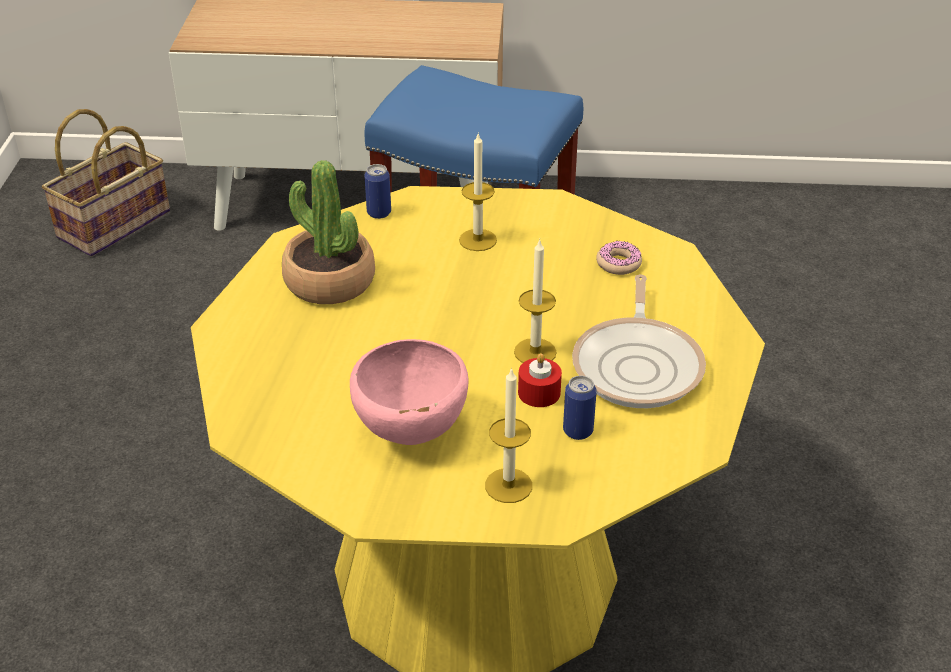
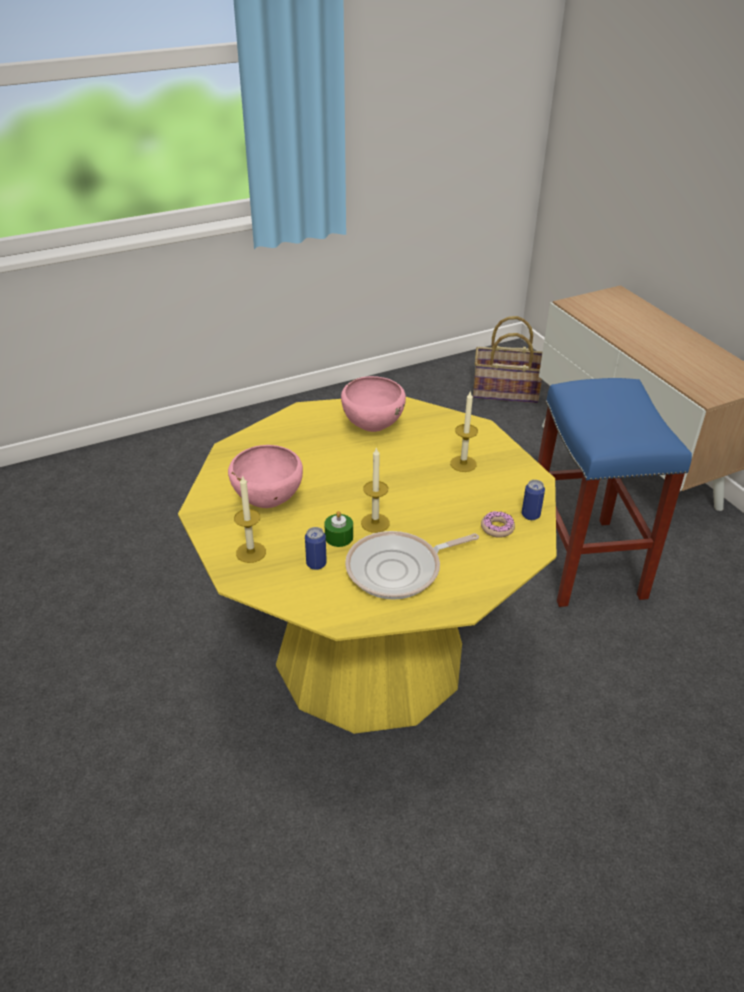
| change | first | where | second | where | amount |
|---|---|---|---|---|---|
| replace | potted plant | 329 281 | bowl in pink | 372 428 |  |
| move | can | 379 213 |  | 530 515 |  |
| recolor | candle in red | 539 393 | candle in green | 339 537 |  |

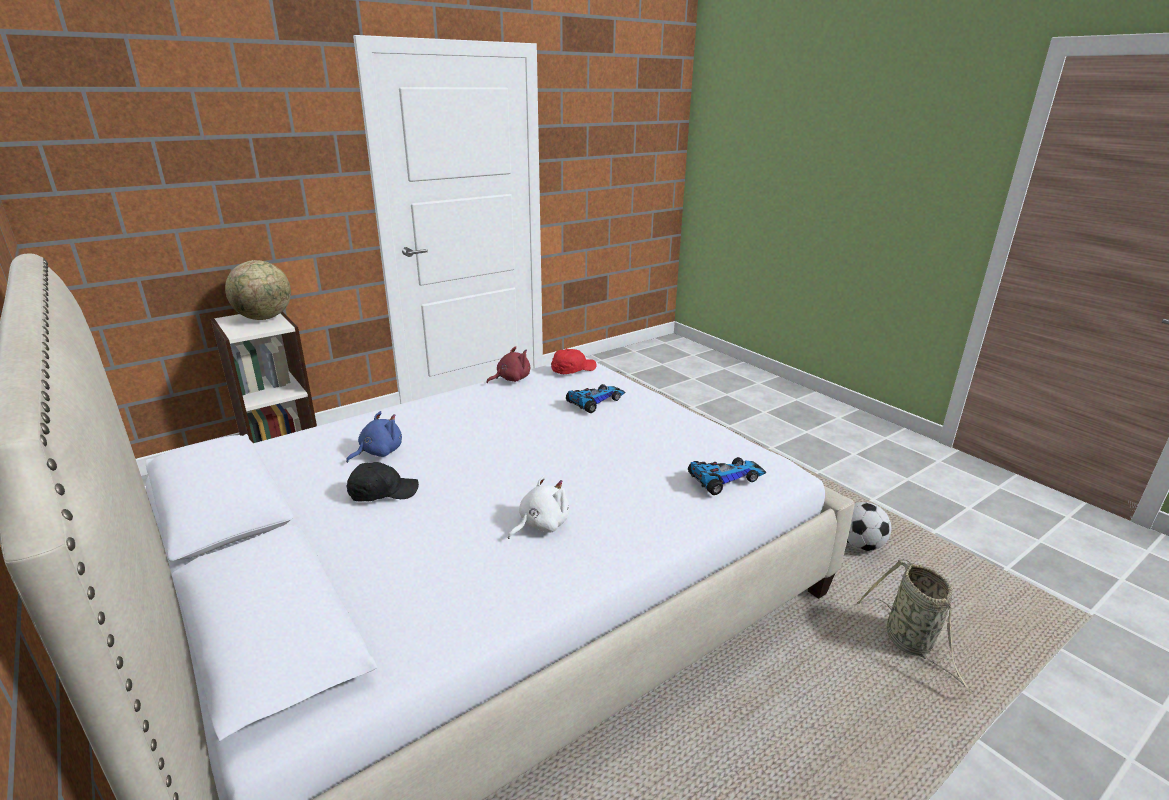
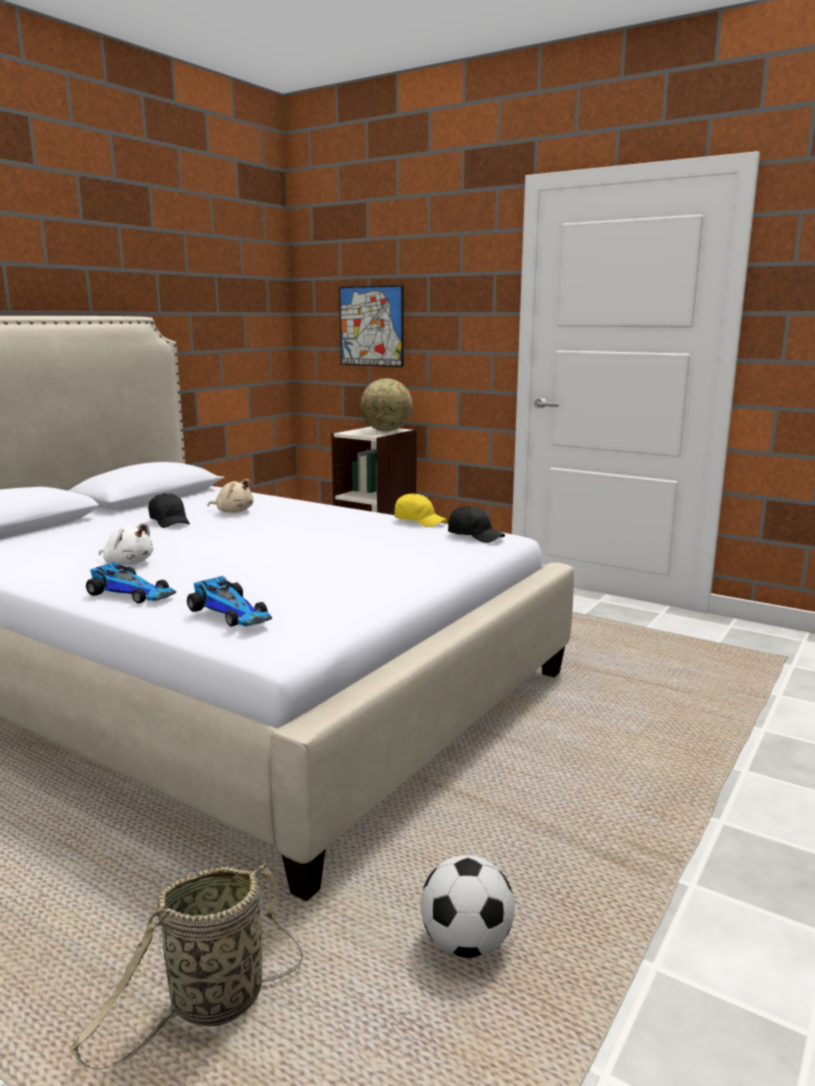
| change | first | where | second | where | amount |
|---|---|---|---|---|---|
| recolor | plush toy in blue | 378 452 | plush toy in beige | 233 511 |  |
| replace | plush toy in red | 511 379 | cap in yellow | 419 521 |  |
| recolor | cap in red | 572 370 | cap in black | 475 536 |  |
| move | toy car | 595 401 |  | 133 593 |  |
| insert |  |  | picture | 371 326 |  |

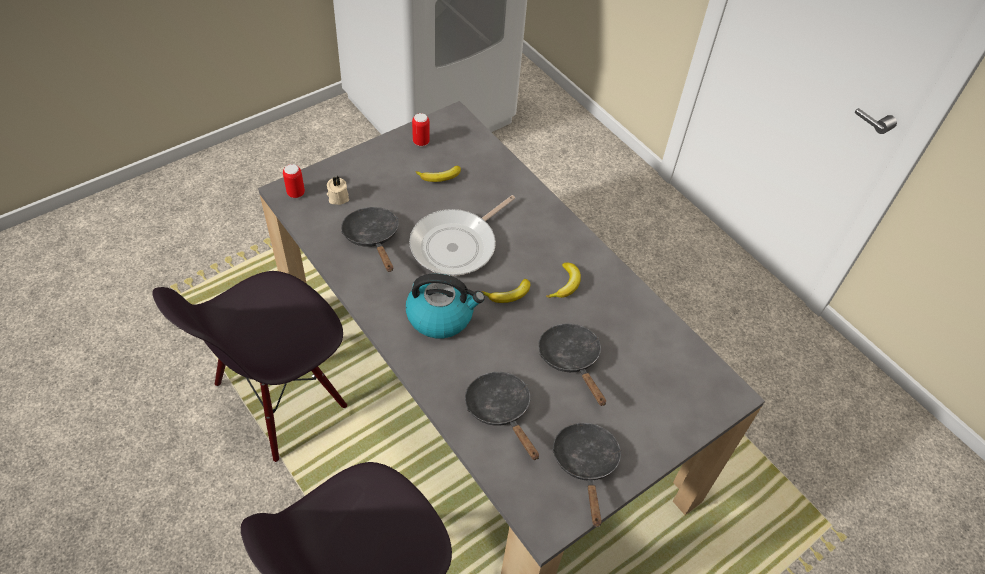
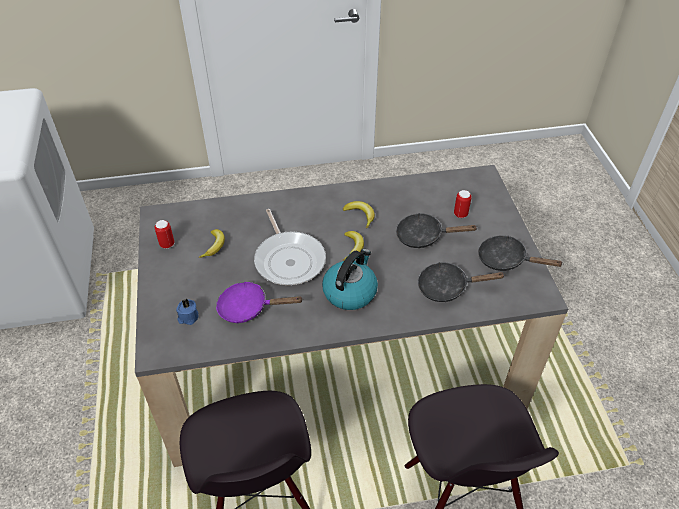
| change | first | where | second | where | amount |
|---|---|---|---|---|---|
| move | can | 296 193 |  | 460 214 |  |
| recolor | candle in beige | 337 197 | candle in blue | 188 317 |  |
| recolor | frying pan in black | 373 238 | frying pan in purple | 248 308 |  |

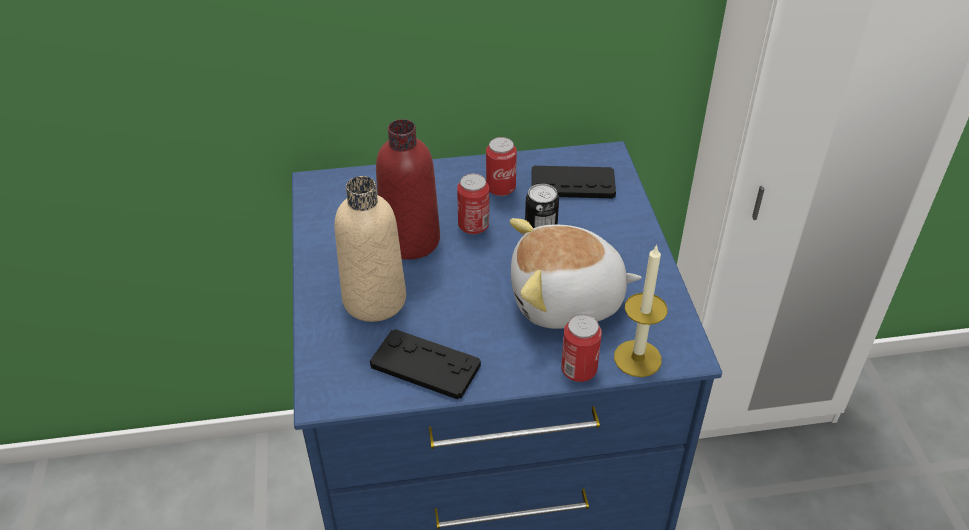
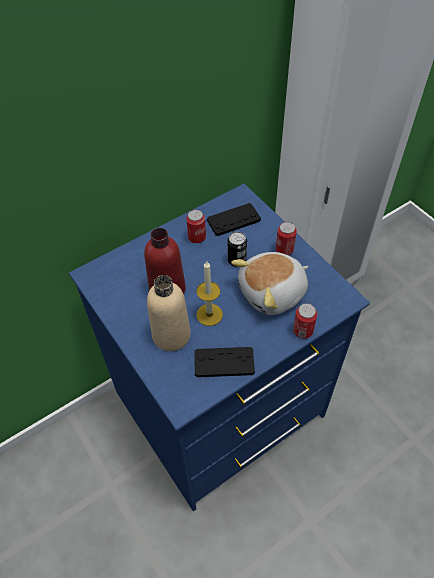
| change | first | where | second | where | amount |
|---|---|---|---|---|---|
| move | can | 473 226 |  | 284 250 |  |
| move | candle | 637 358 |  | 209 314 |  |

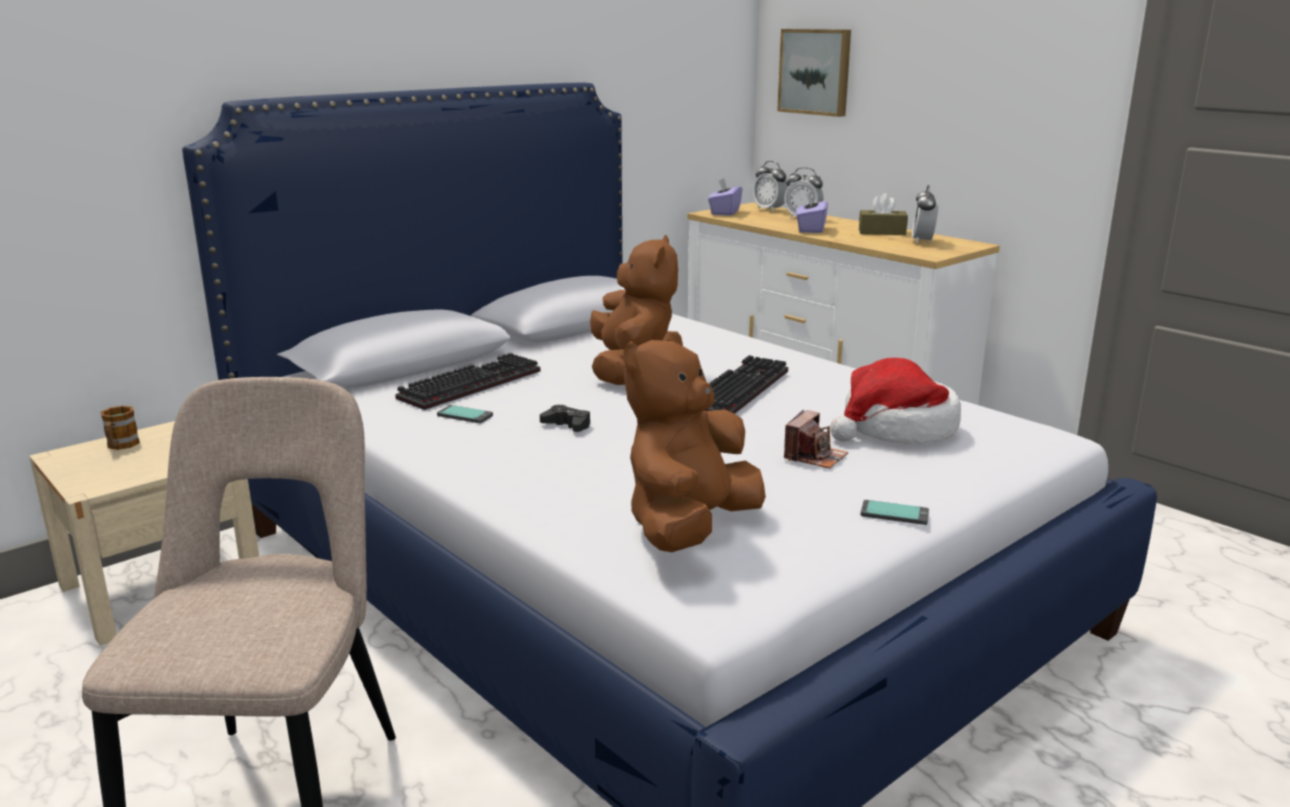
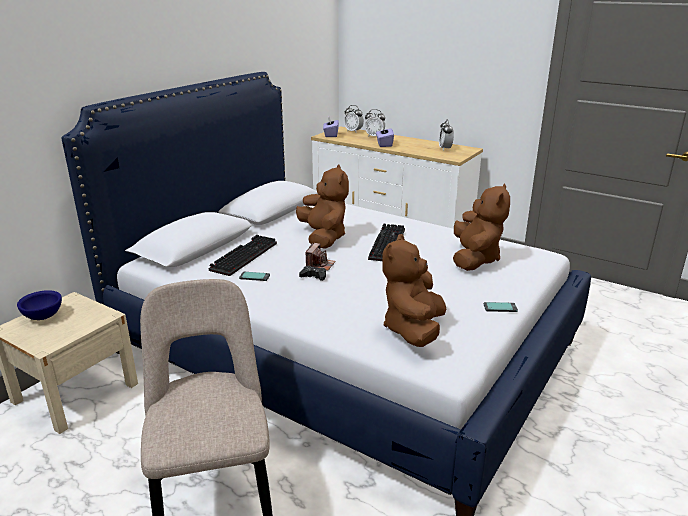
| change | first | where | second | where | amount |
|---|---|---|---|---|---|
| replace | mug | 121 446 | bowl in blue | 44 317 |  |
| delete | picture | 816 71 |  |  |  |
| move | photo camera | 814 457 |  | 320 265 |  |
| replace | hat | 896 429 | plush toy in brown | 475 259 |  |
| delete | tissue box in brown | 882 232 |  |  |  |

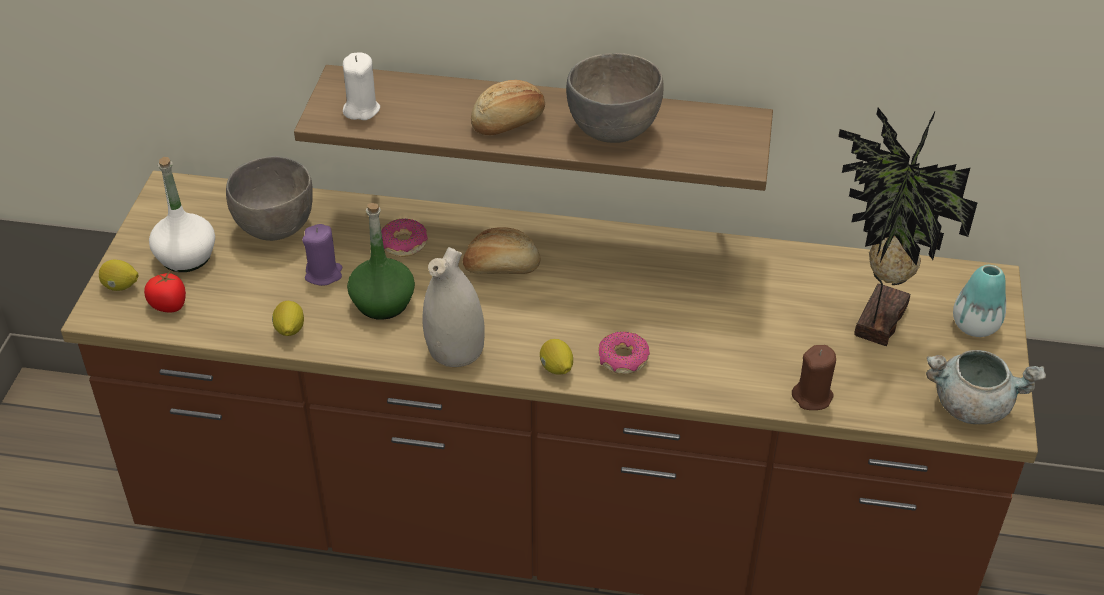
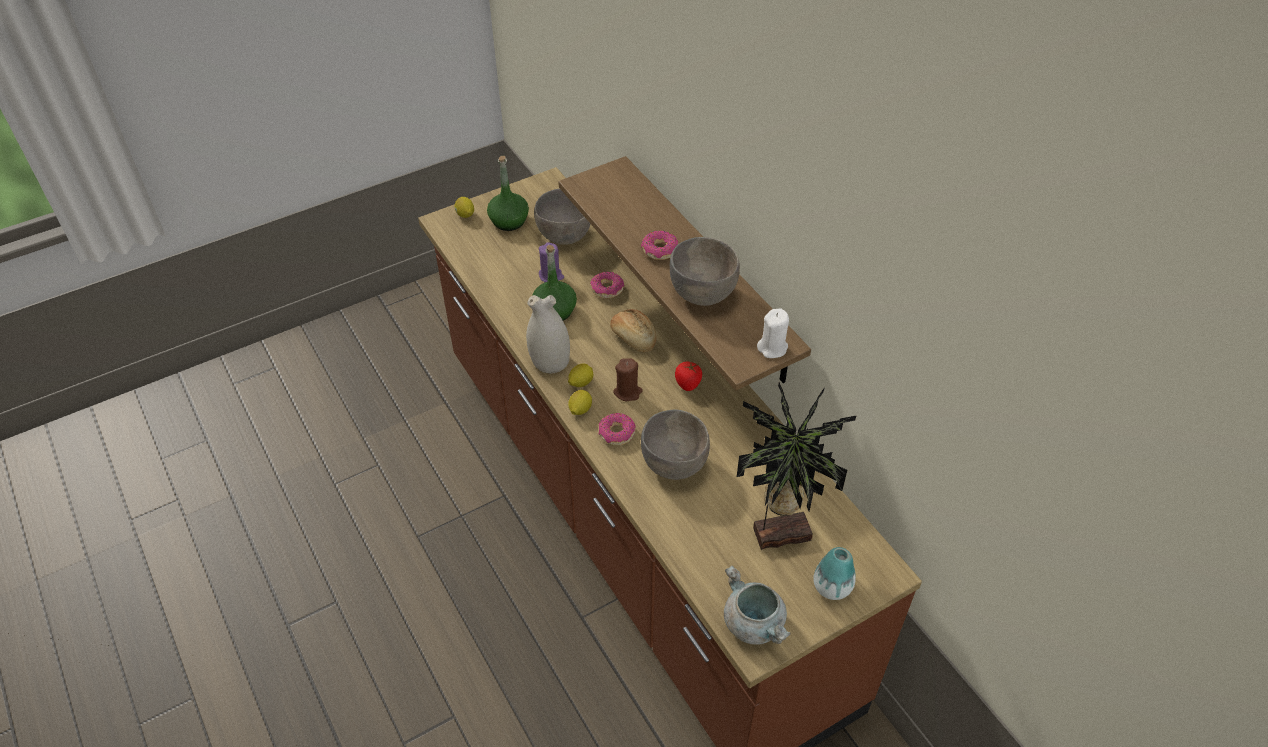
| change | first | where | second | where | amount |
|---|---|---|---|---|---|
| move | tomato | 169 305 |  | 688 383 |  |
| recolor | bottle in white | 186 257 | bottle in green | 509 221 |  |
| move | lemon | 289 330 |  | 580 383 |  |
| move | candle in white | 361 109 |  | 772 348 |  |
| replace | bread | 509 122 | donut | 659 250 |  |
| move | candle in brown | 812 397 |  | 627 392 |  |
| insert |  |  | bowl in grey | 674 465 |  |

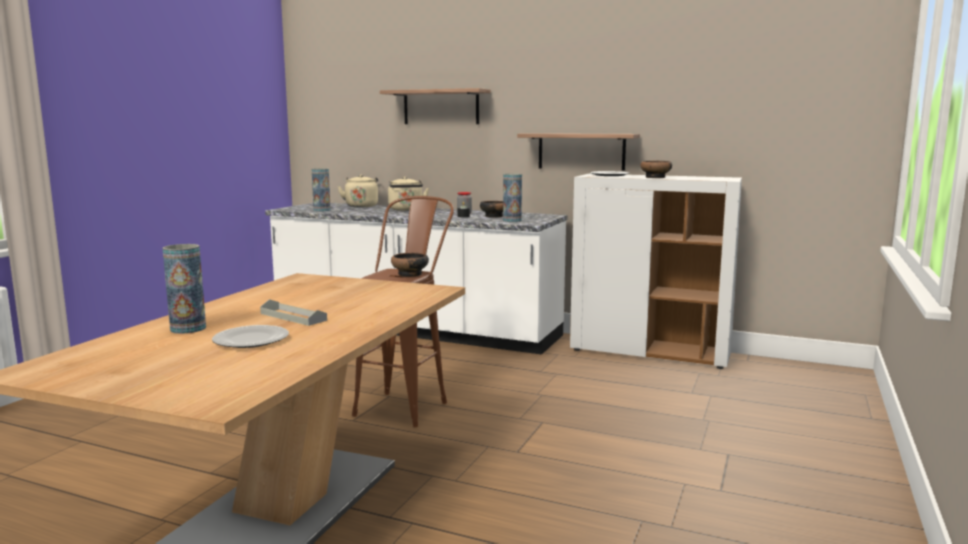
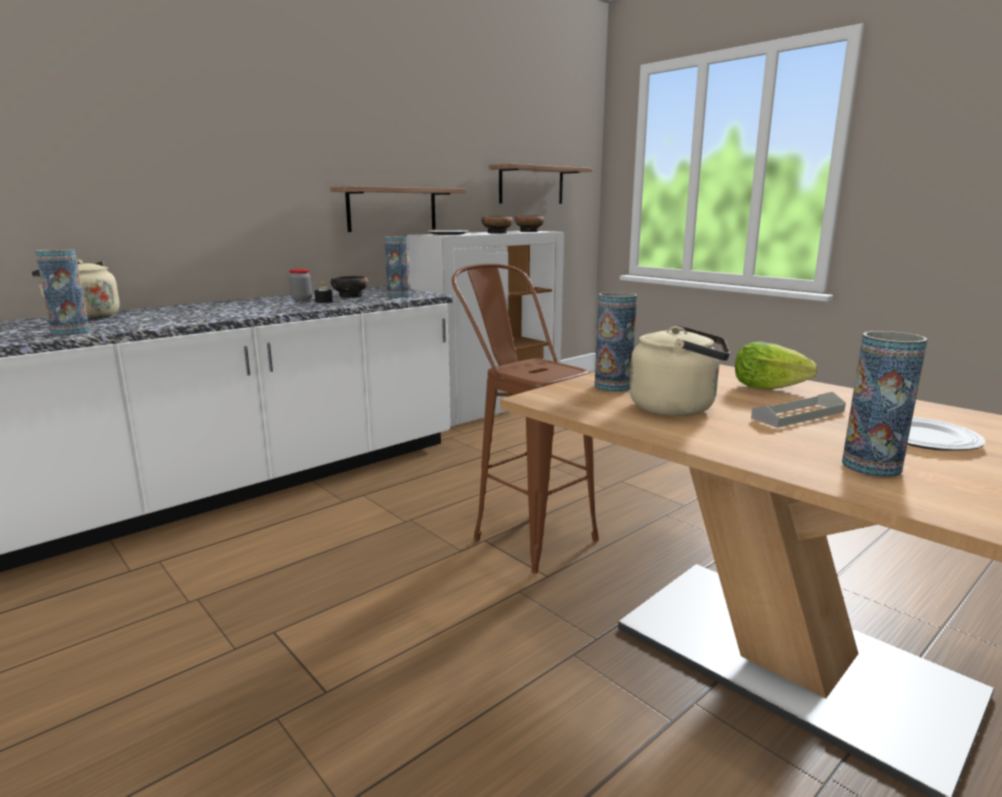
| change | first | where | second | where | amount |
|---|---|---|---|---|---|
| move | shelf | 441 107 |  | 531 185 |  |
| move | kettle in beige | 406 210 |  | 677 408 |  |
| move | bowl | 410 274 |  | 529 231 |  |
| insert |  |  | vase | 613 386 |  |
| insert |  |  | lettuce | 767 387 |  |

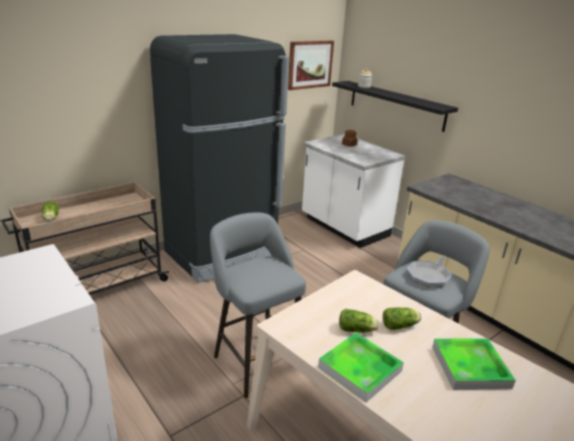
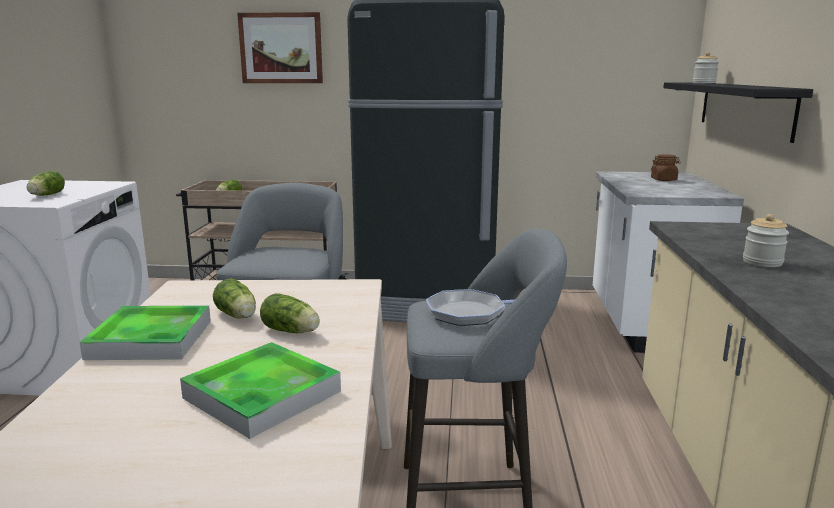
| change | first | where | second | where | amount |
|---|---|---|---|---|---|
| move | picture | 310 64 |  | 281 48 |  |
| insert |  |  | lettuce | 45 195 |  |
| insert |  |  | jar | 762 262 |  |

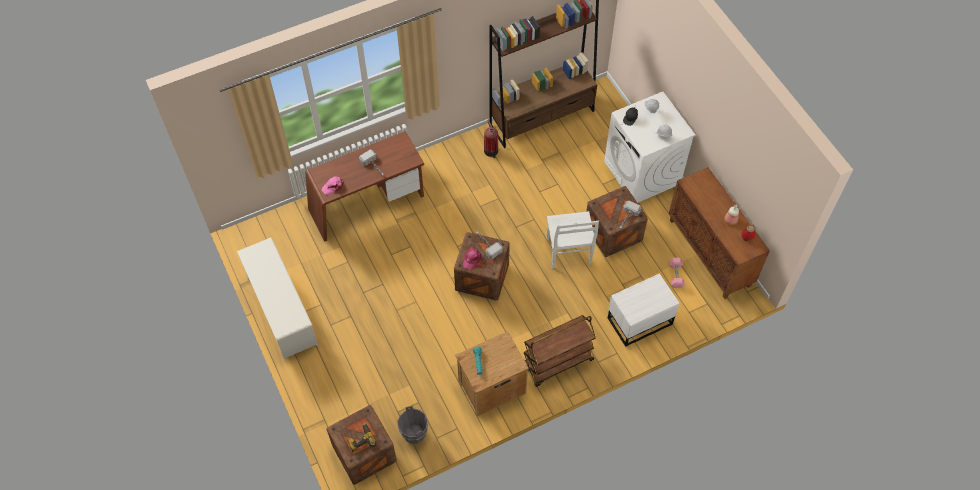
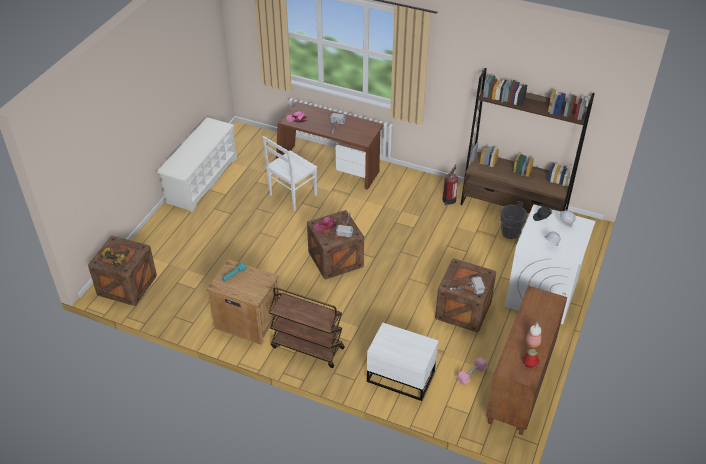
| change | first | where | second | where | amount |
|---|---|---|---|---|---|
| move | bucket in grey | 414 434 |  | 510 233 |  |
| move | chair in white | 568 253 |  | 292 196 |  |

